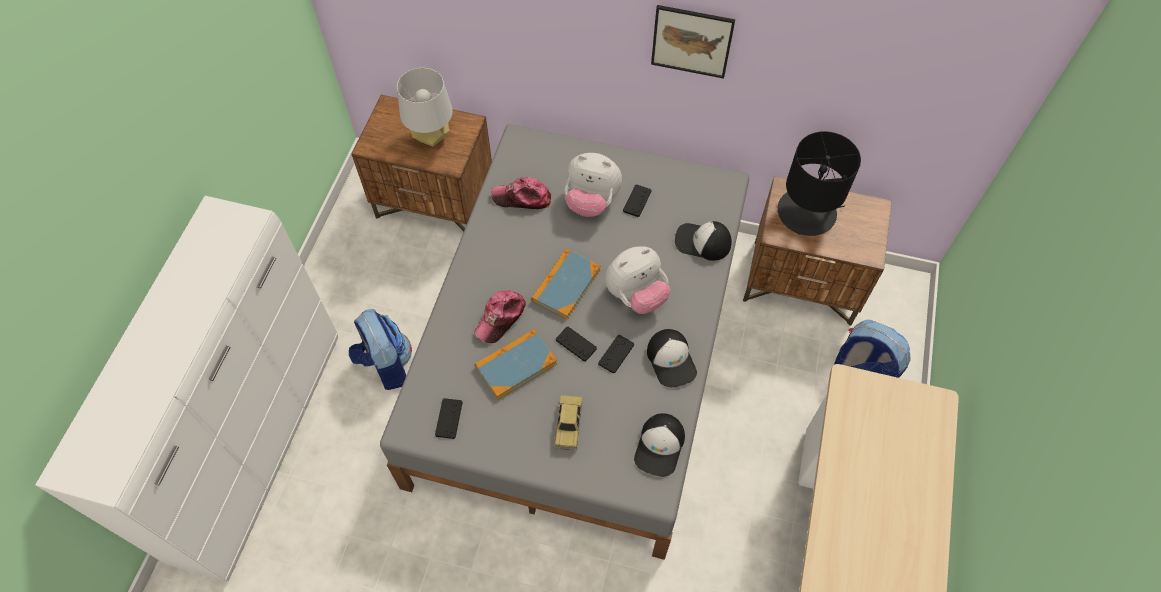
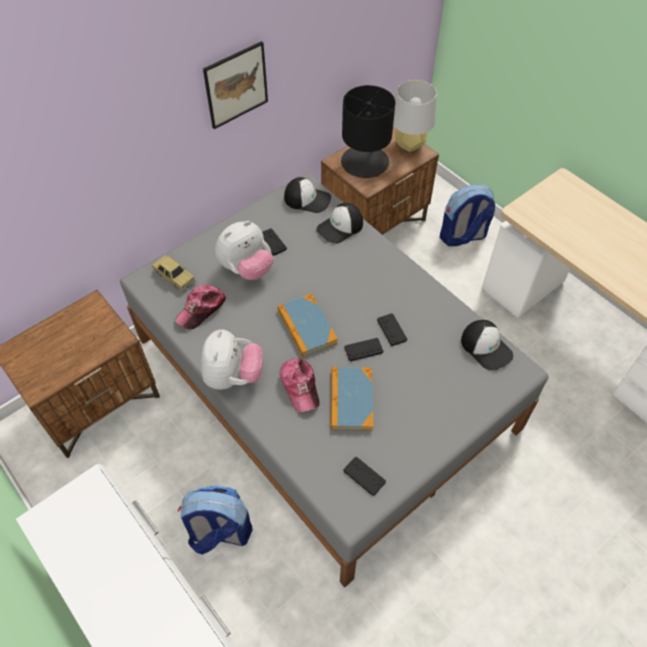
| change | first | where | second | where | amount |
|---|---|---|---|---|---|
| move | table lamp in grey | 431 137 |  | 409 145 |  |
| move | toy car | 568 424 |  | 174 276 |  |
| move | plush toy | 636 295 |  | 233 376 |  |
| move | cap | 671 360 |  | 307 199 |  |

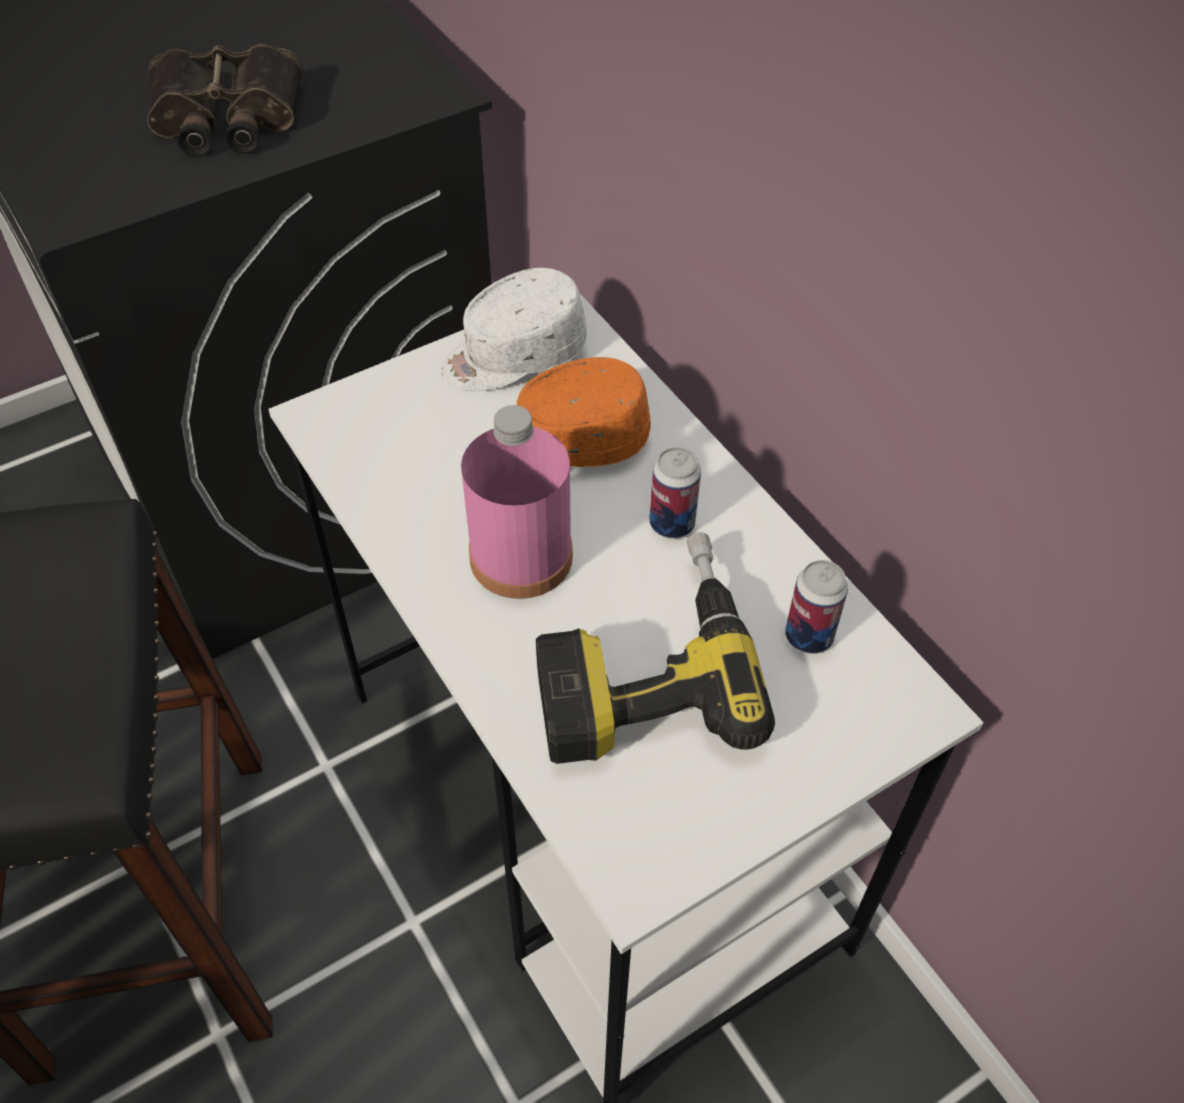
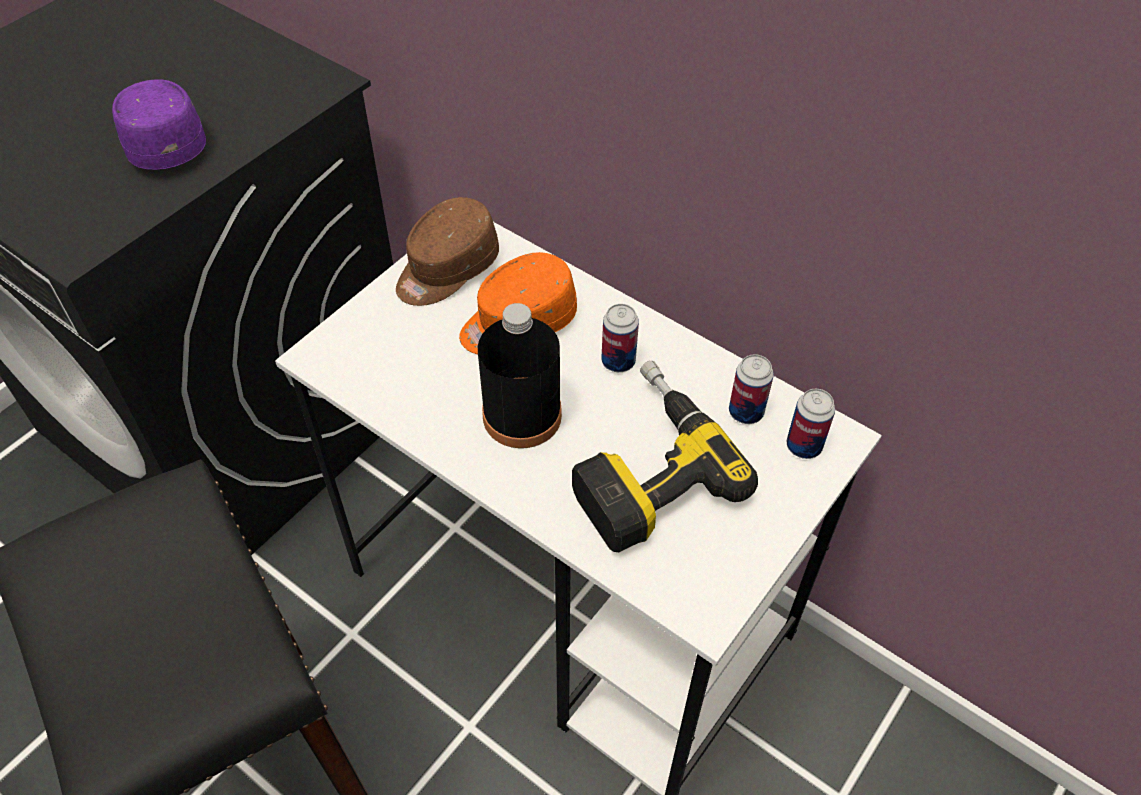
| change | first | where | second | where | amount |
|---|---|---|---|---|---|
| replace | binoculars | 225 119 | cap in purple | 163 140 |  |
| recolor | cap in white | 513 355 | cap in brown | 446 270 |  |
| recolor | bottle in pink | 521 556 | bottle in black | 522 416 |  |
| insert |  |  | can | 804 446 |  |

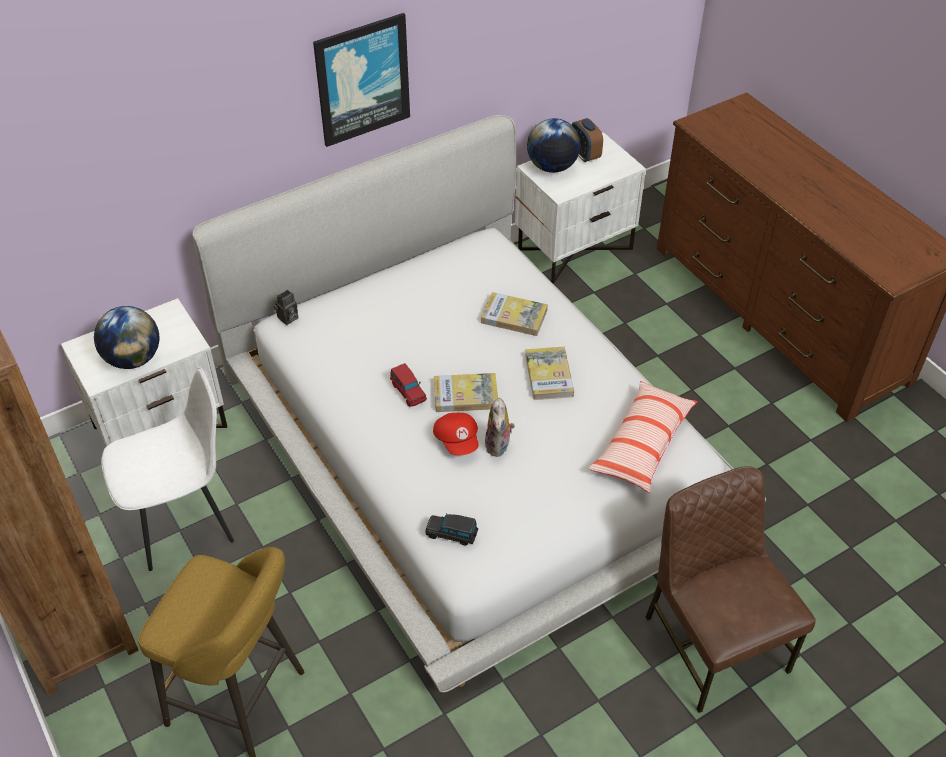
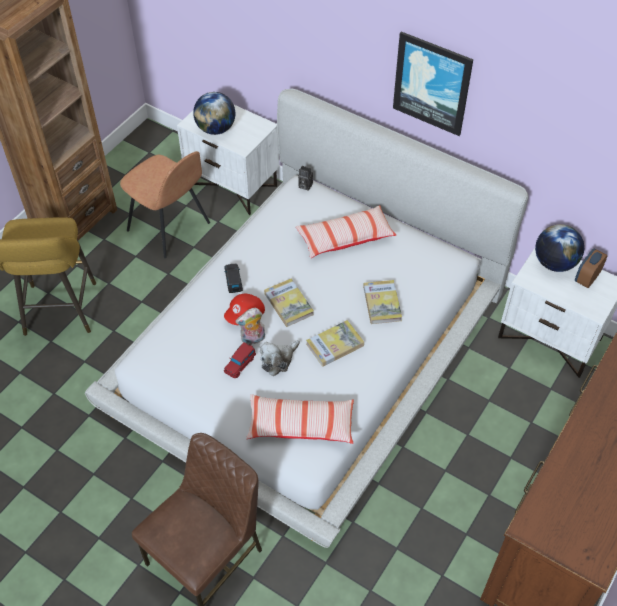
| change | first | where | second | where | amount |
|---|---|---|---|---|---|
| recolor | chair in white | 183 519 | chair in brown | 170 228 |  |
| move | toy car in red | 408 391 |  | 240 364 |  |
| move | toy car in black | 452 534 |  | 233 282 |  |
| insert |  |  | plush toy | 278 360 |  |
| insert |  |  | pillow | 345 238 |  |

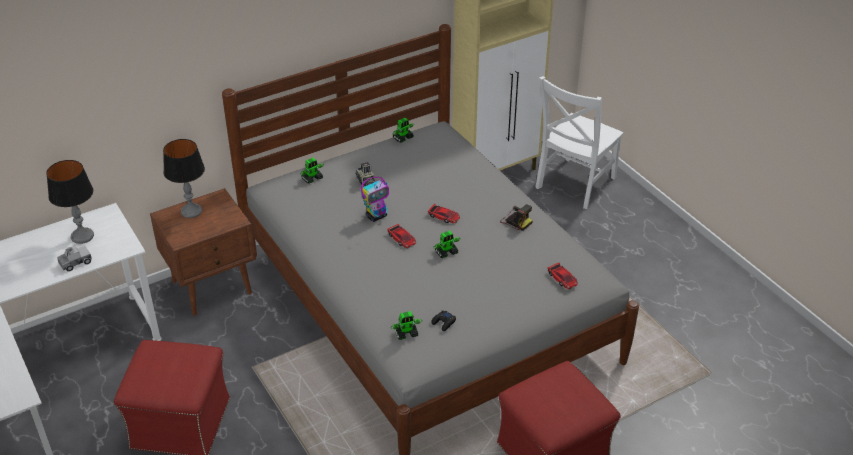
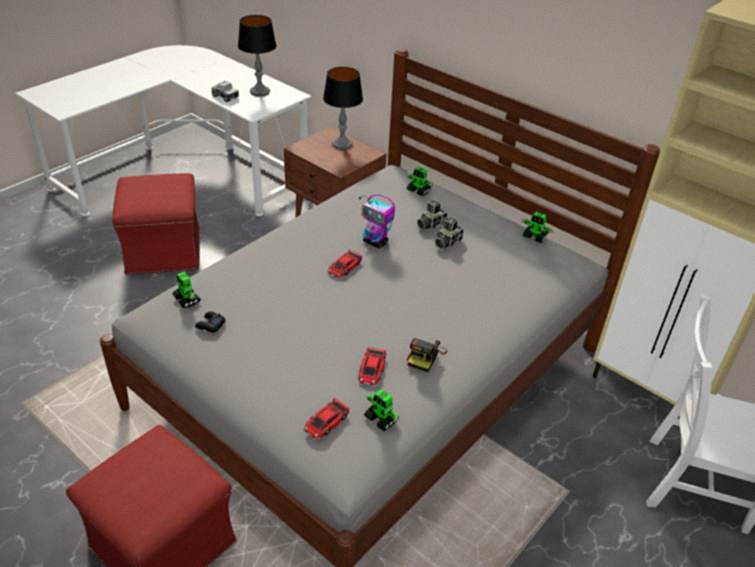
| change | first | where | second | where | amount |
|---|---|---|---|---|---|
| move | toy car | 444 216 |  | 372 369 |  |
| move | toy robot | 446 252 |  | 381 419 |  |
| insert |  |  | photo camera | 446 242 |  |

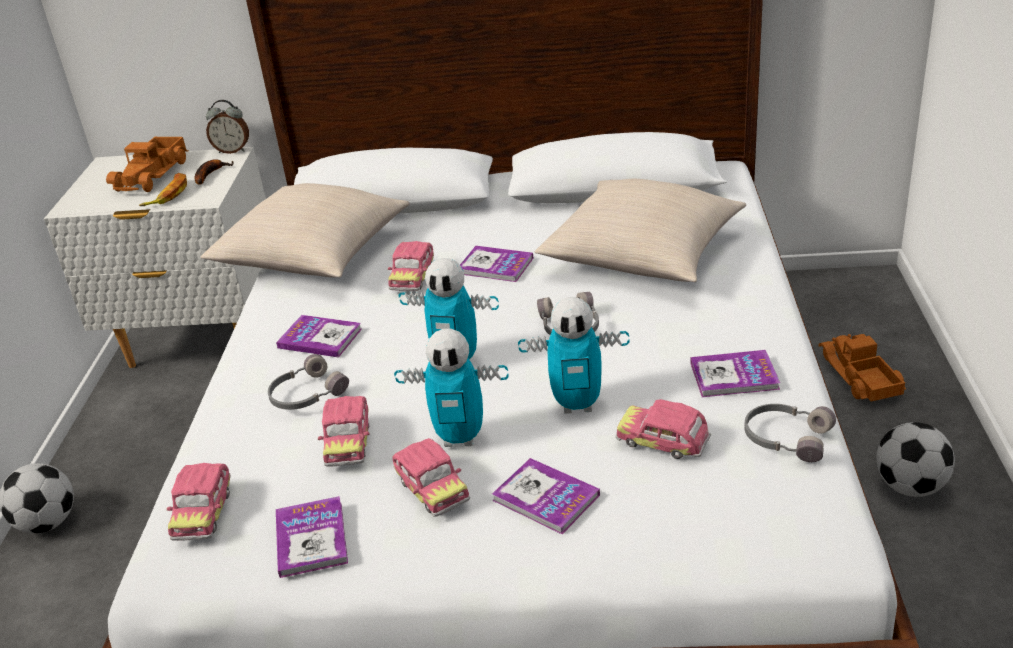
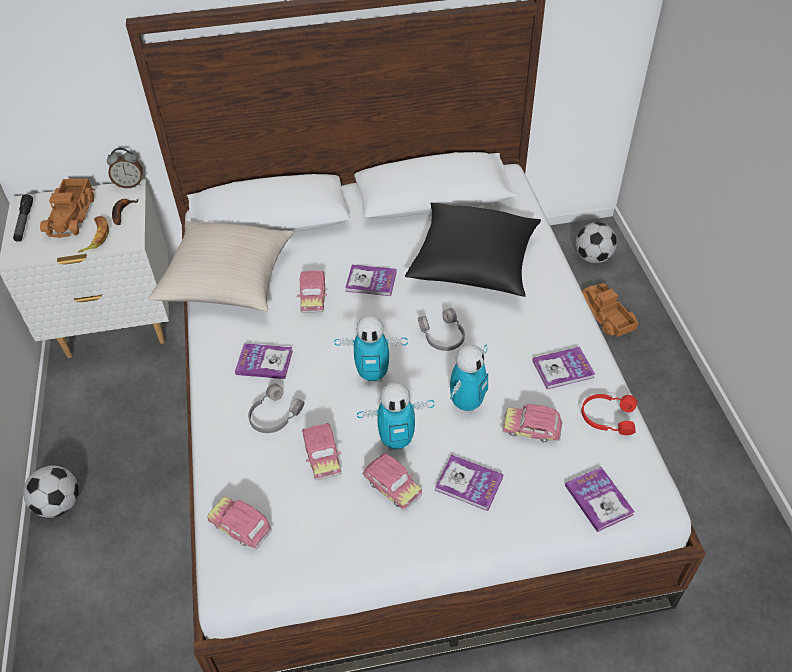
| change | first | where | second | where | amount |
|---|---|---|---|---|---|
| rotate | toy car | 204 513 |  | 241 527 | 135 degrees clockwise |
| move | book | 311 538 |  | 598 500 |  |
| rotate | toy robot | 577 404 |  | 467 403 | 45 degrees counterclockwise |
| recolor | pillow in beige | 643 254 | pillow in black | 473 263 |  |
| recolor | headphones in grey | 786 438 | headphones in red | 607 417 |  |
| move | football | 909 487 |  | 592 258 |  |
| insert |  |  | flashlight | 24 222 |  |

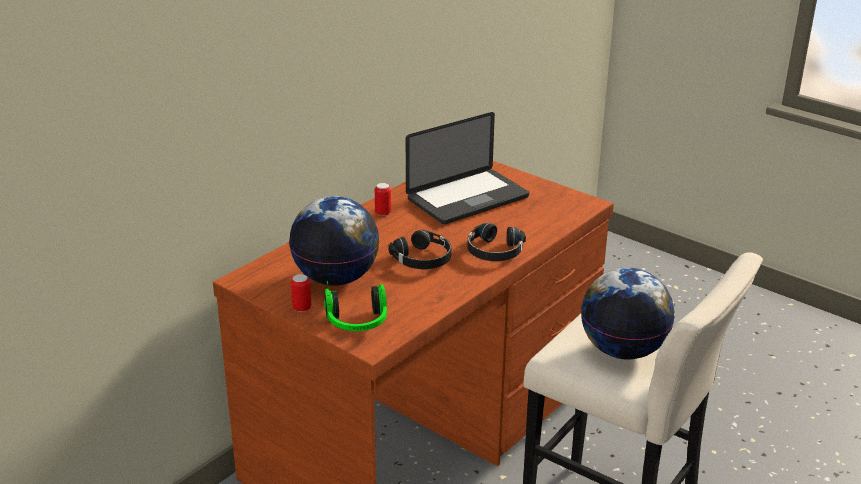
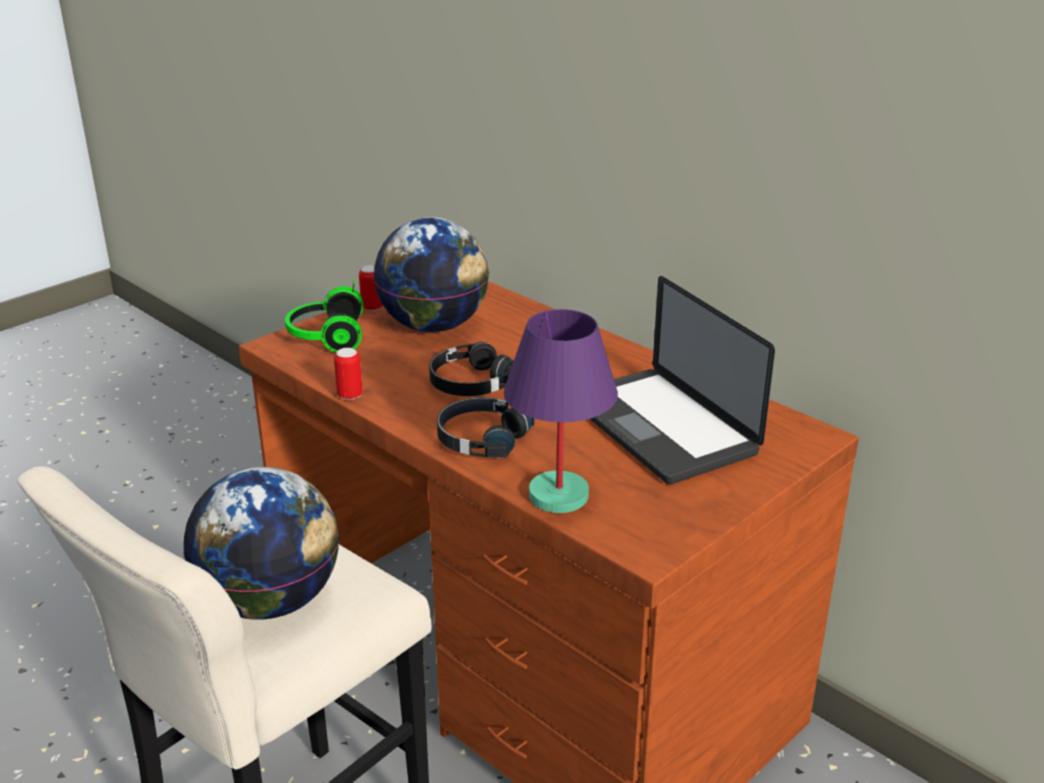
| change | first | where | second | where | amount |
|---|---|---|---|---|---|
| move | can | 383 213 |  | 350 395 |  |
| insert |  |  | table lamp in purple | 557 495 |  |

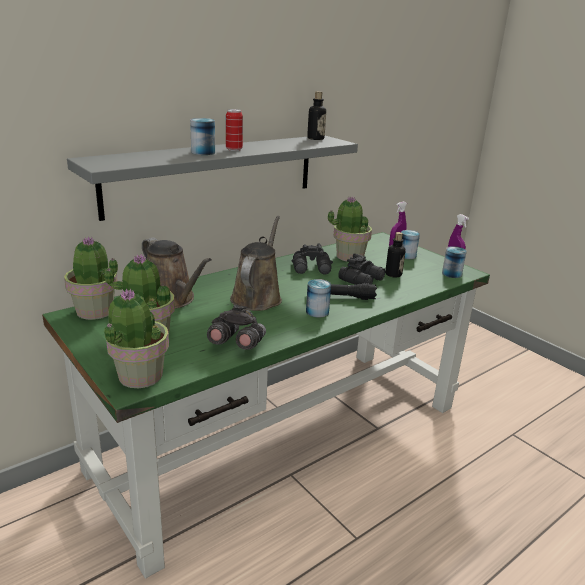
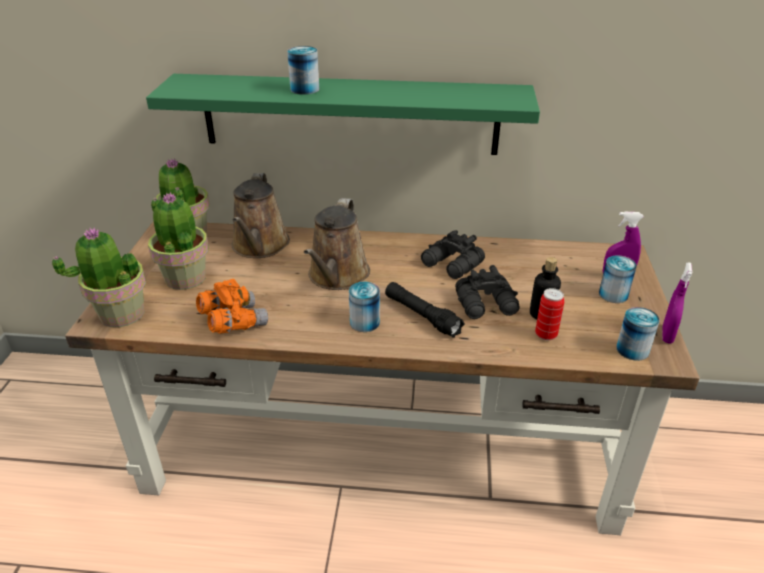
| change | first | where | second | where | amount |
|---|---|---|---|---|---|
| recolor | desk in green | 285 435 | desk in brown | 384 443 |  |
| recolor | shelf in grey | 214 174 | shelf in green | 350 114 |  |
| recolor | binoculars in grey | 237 345 | binoculars in orange | 233 322 |  |
| move | can | 234 149 |  | 546 335 |  |
| rotate | watering can in brown | 257 297 |  | 337 276 | 135 degrees clockwise |
| delete | bottle | 315 138 |  |  |  |
| delete | potted plant | 349 256 |  |  |  |

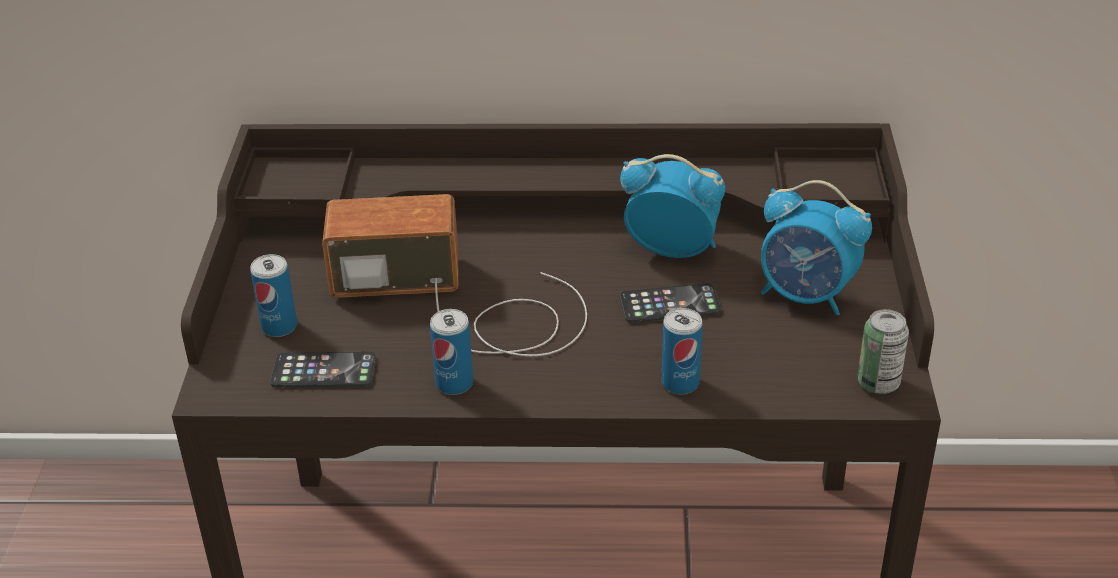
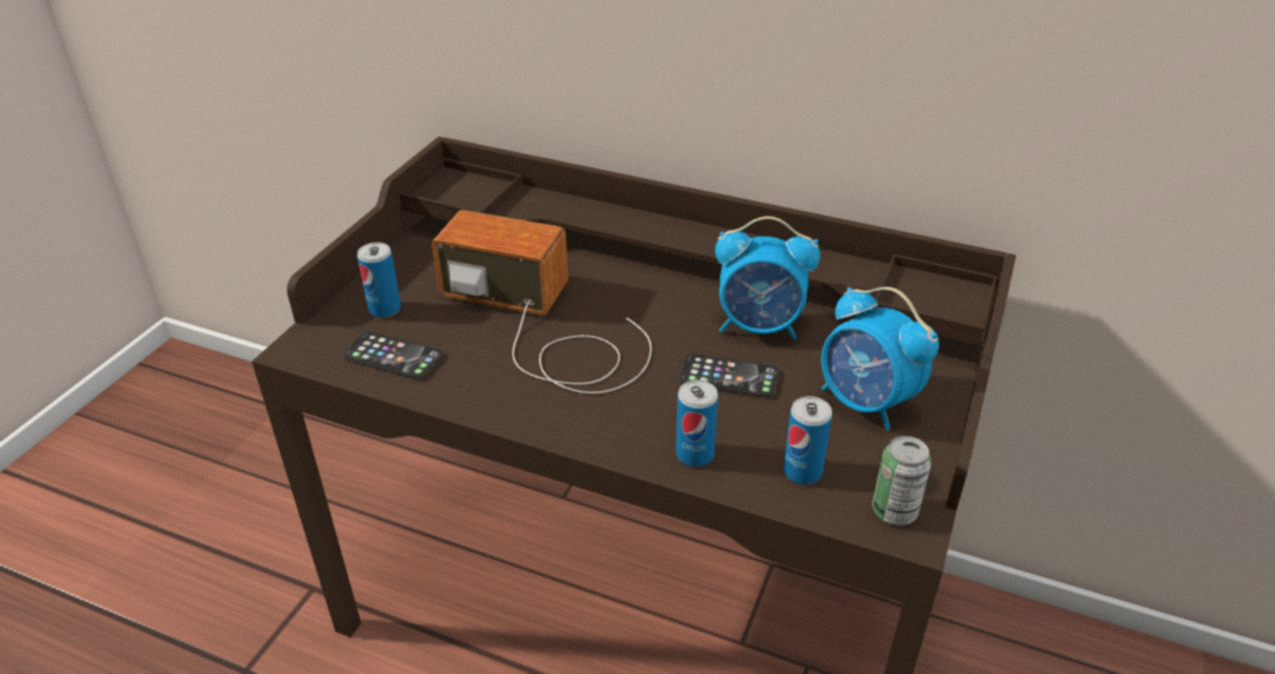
| change | first | where | second | where | amount |
|---|---|---|---|---|---|
| move | can | 454 383 |  | 802 472 |  |
| rotate | alarm clock | 672 249 |  | 760 327 | 150 degrees clockwise |

